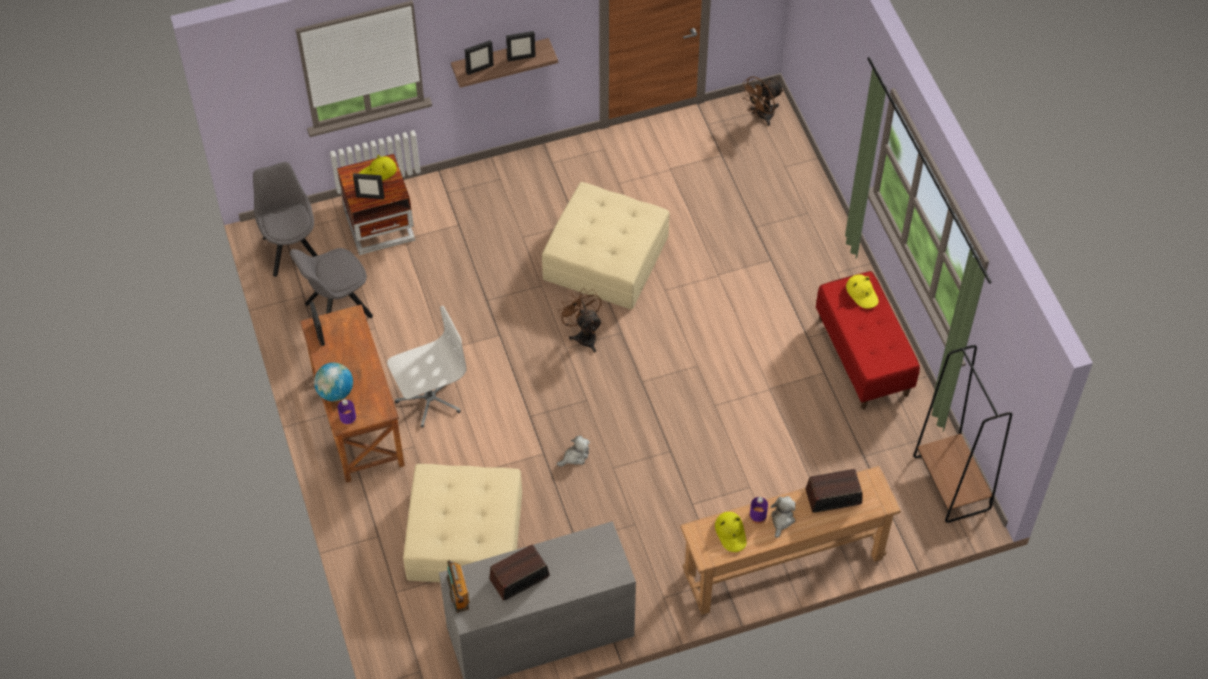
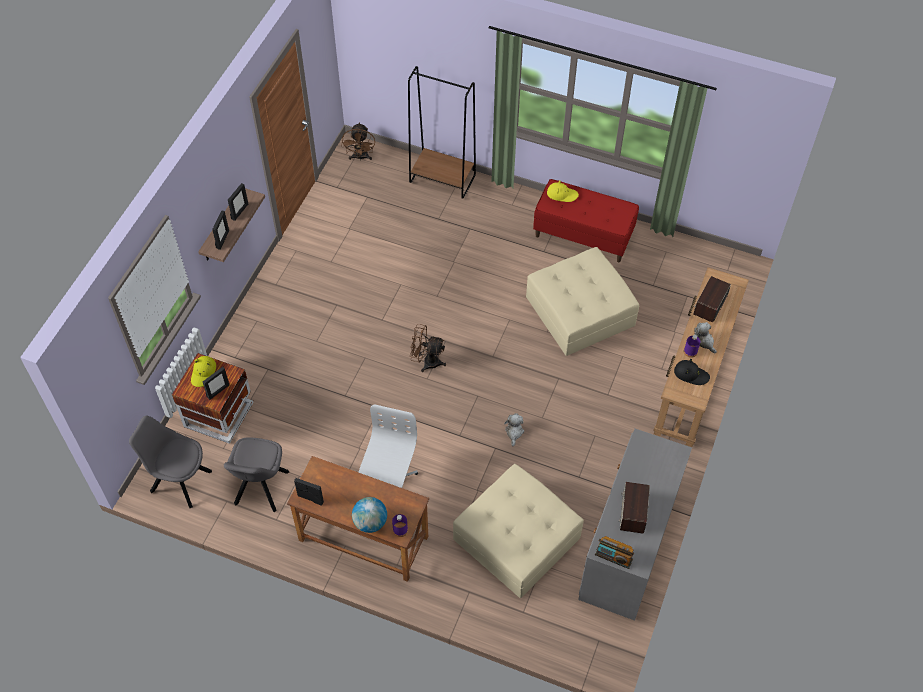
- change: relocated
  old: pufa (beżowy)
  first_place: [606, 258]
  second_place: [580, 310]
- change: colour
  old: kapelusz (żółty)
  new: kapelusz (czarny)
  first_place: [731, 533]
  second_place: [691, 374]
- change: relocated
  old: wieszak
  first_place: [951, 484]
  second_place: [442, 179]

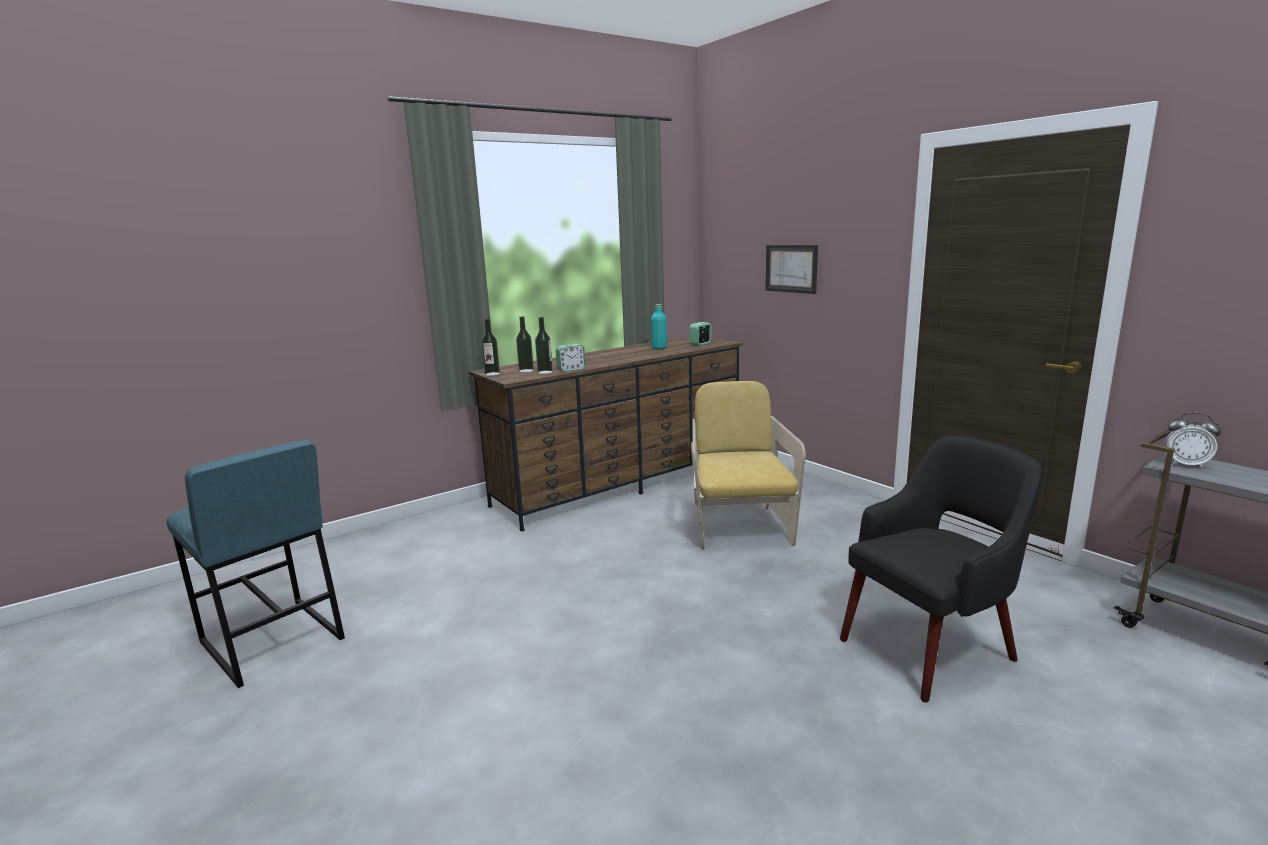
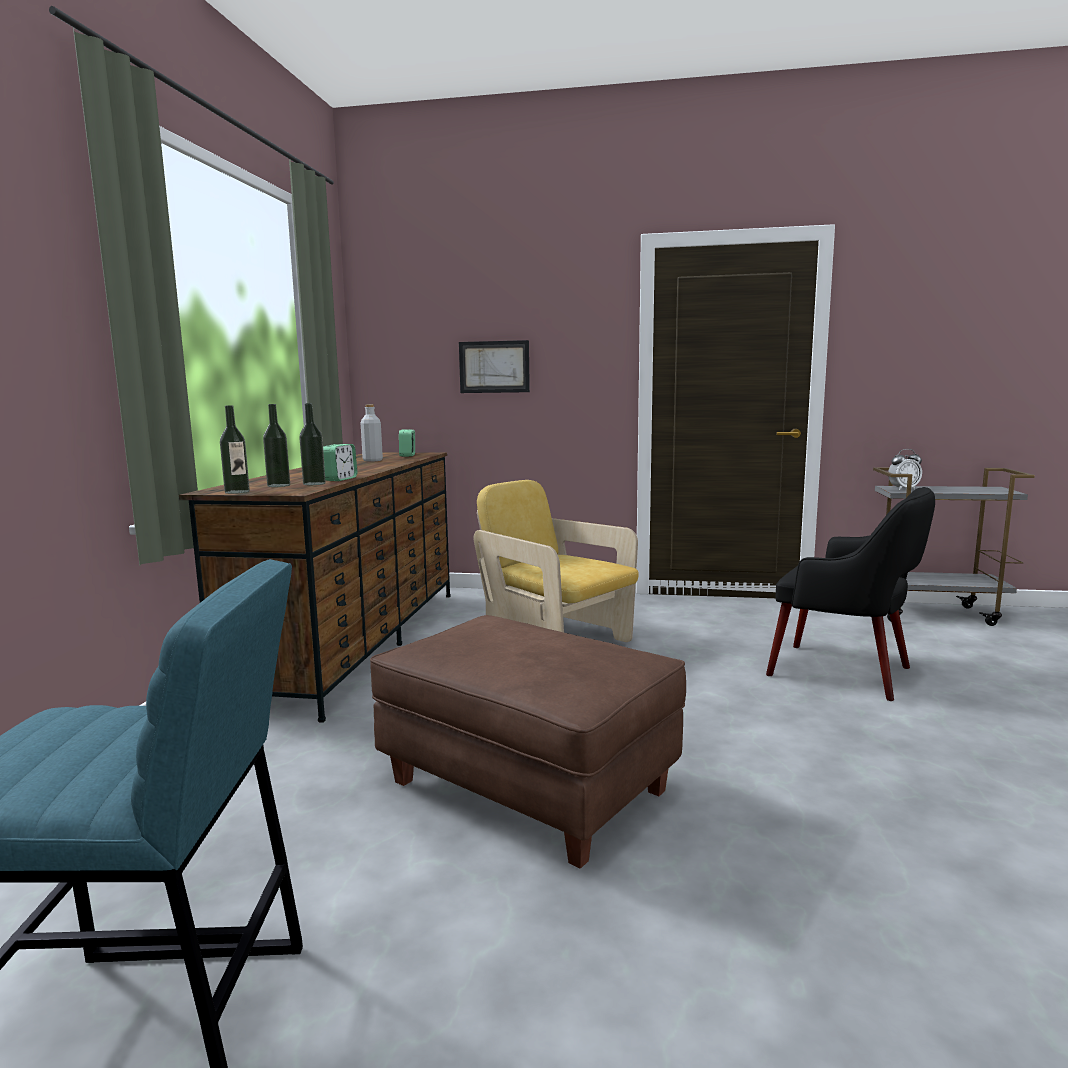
- change: colour
  old: butelka (turkusowy)
  new: butelka (szary)
  first_place: [659, 348]
  second_place: [372, 460]
- change: spun
  old: fotel (czarny)
  first_place: [930, 648]
  second_place: [843, 672]
  degrees: 105
- change: appeared
  new: pufa (brązowy)
  second_place: [527, 788]

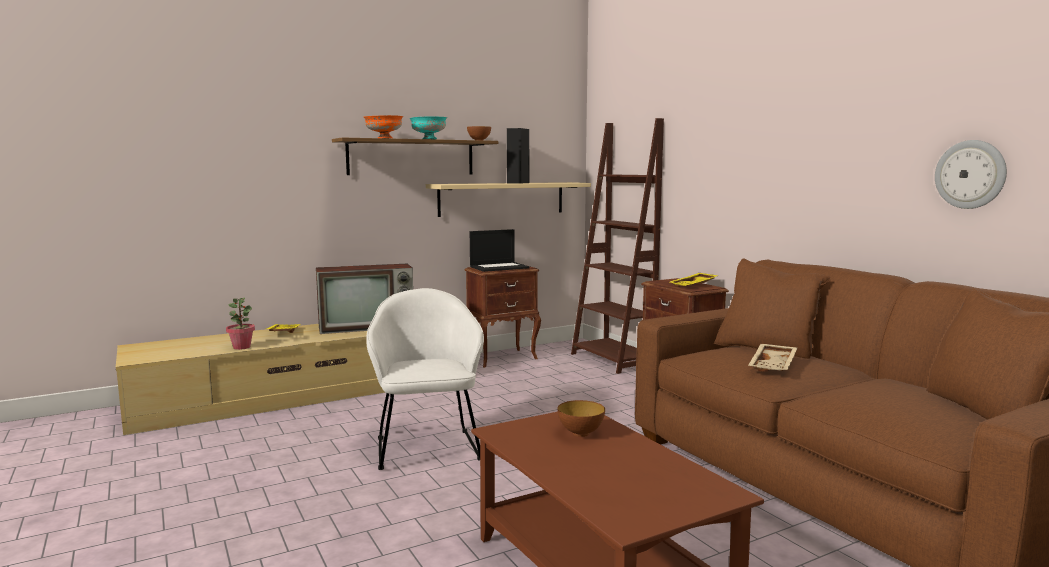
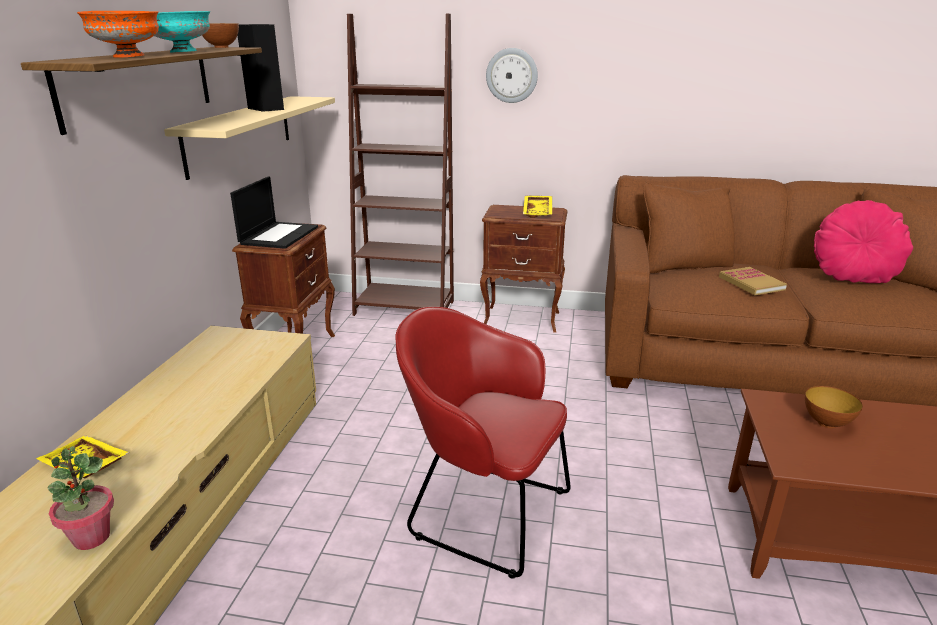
- change: missing
  old: telewizor
  first_place: [368, 326]
- change: colour
  old: fotel (biały)
  new: fotel (czerwony)
  first_place: [427, 445]
  second_place: [483, 511]
- change: exchanged
  old: taca (beżowy)
  new: książka
  first_place: [774, 365]
  second_place: [751, 283]
- change: relocated
  old: zegar ścienny
  first_place: [970, 174]
  second_place: [511, 75]
- change: appeared
  new: poduszka (różowy)
  second_place: [852, 279]

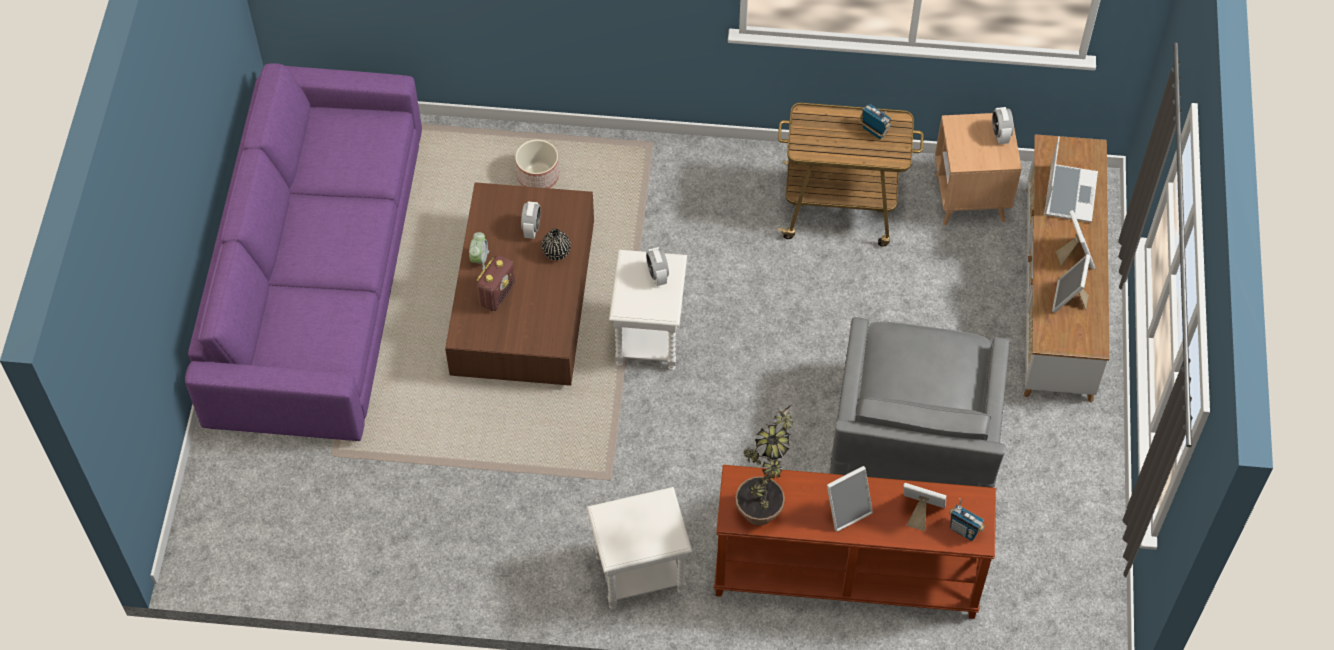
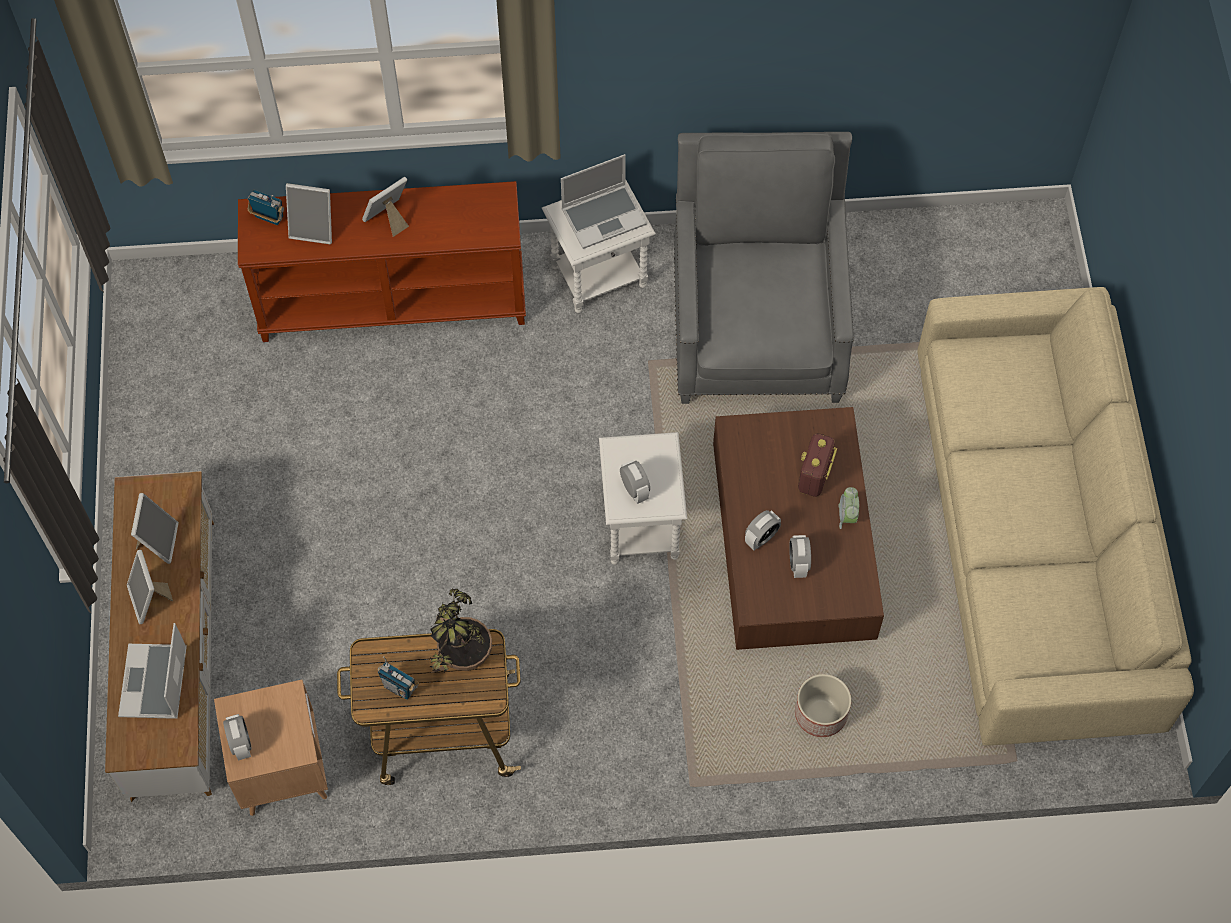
- change: colour
  old: kanapa (fioletowy)
  new: kanapa (beżowy)
  first_place: [318, 277]
  second_place: [1035, 537]
- change: exchanged
  old: wazon (czarny)
  new: budzik
  first_place: [556, 252]
  second_place: [761, 538]
- change: relocated
  old: roślina doniczkowa
  first_place: [763, 503]
  second_place: [462, 667]
- change: relocated
  old: fotel (szary)
  first_place: [911, 448]
  second_place: [757, 323]
- change: appeared
  new: laptop
  second_place: [604, 216]

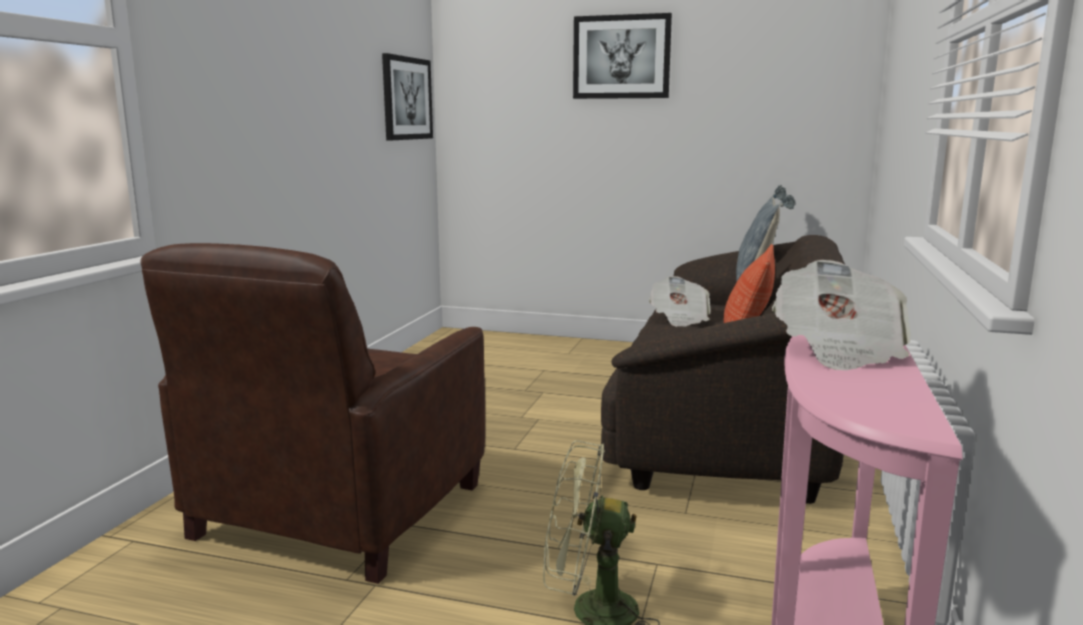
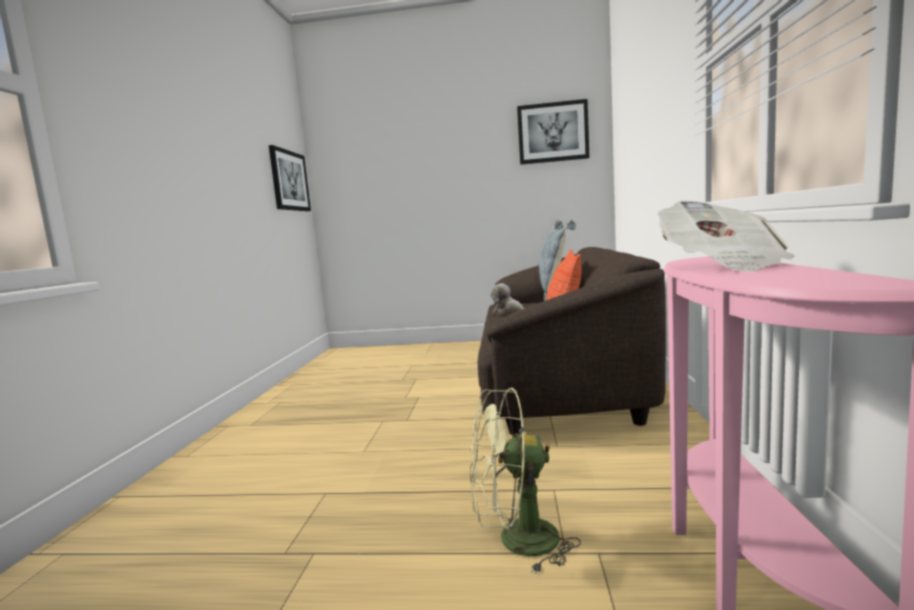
- change: missing
  old: fotel (brązowy)
  first_place: [338, 512]
- change: relocated
  old: obraz
  first_place: [621, 57]
  second_place: [553, 132]
- change: exchanged
  old: gazeta
  new: pluszak
  first_place: [679, 319]
  second_place: [509, 312]

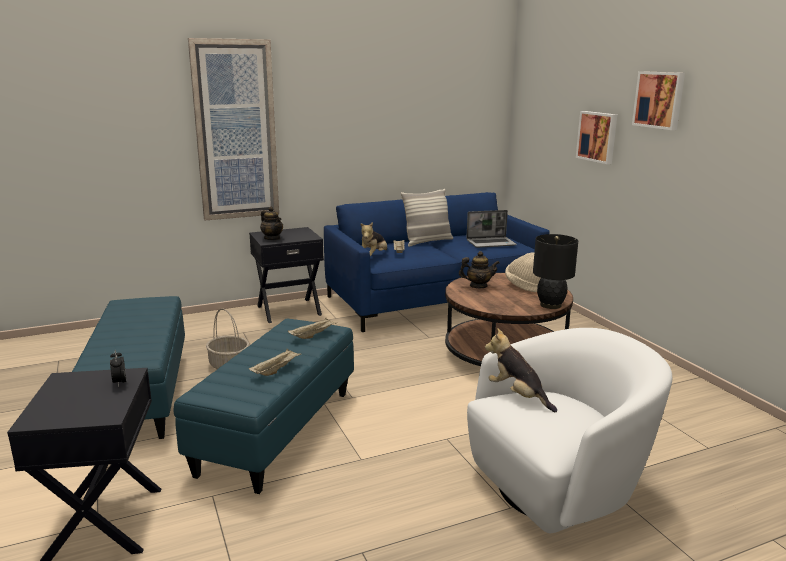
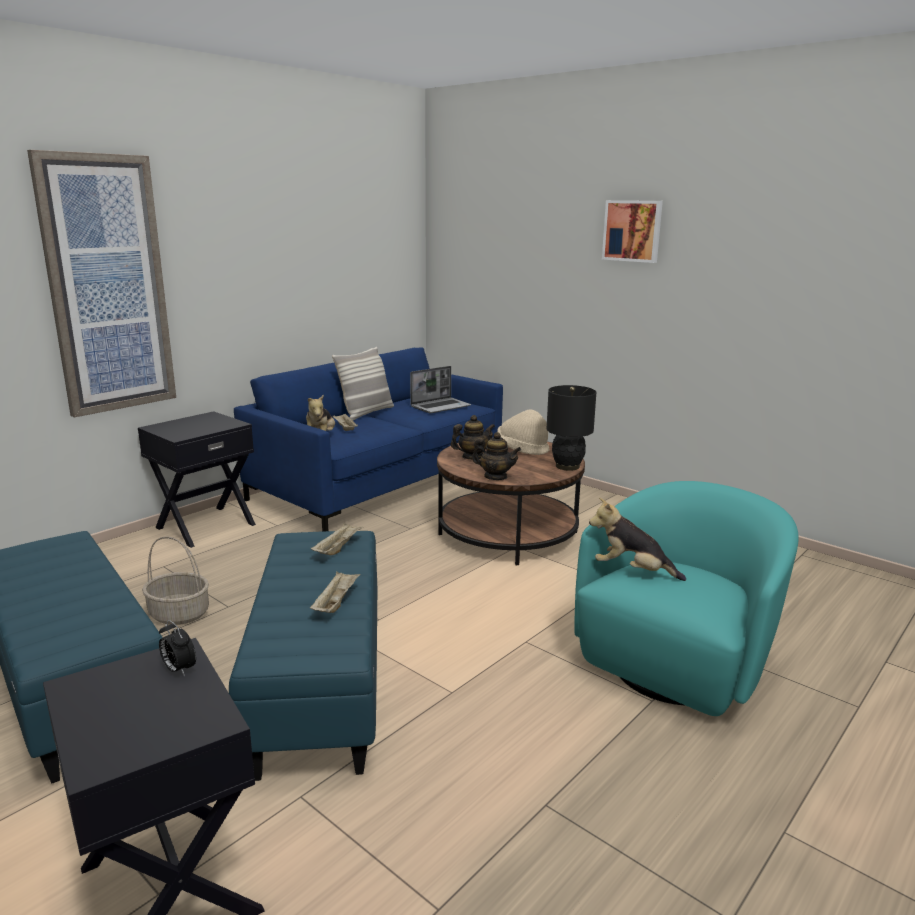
- change: relocated
  old: imbryk
  first_place: [272, 238]
  second_place: [495, 477]
- change: colour
  old: fotel (biały)
  new: fotel (turkusowy)
  first_place: [559, 486]
  second_place: [678, 663]
- change: missing
  old: obraz
  first_place: [598, 136]

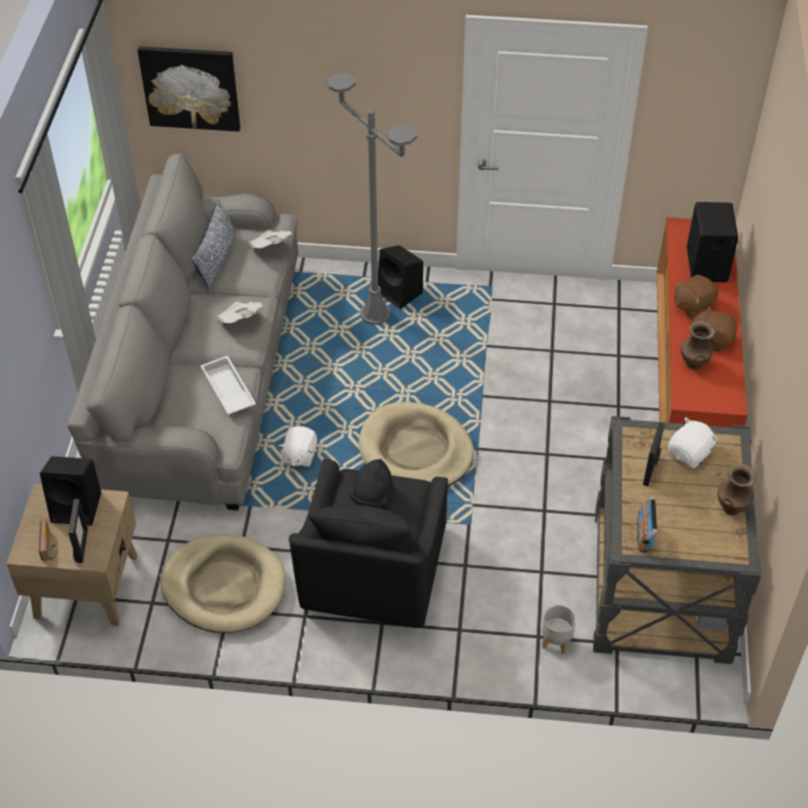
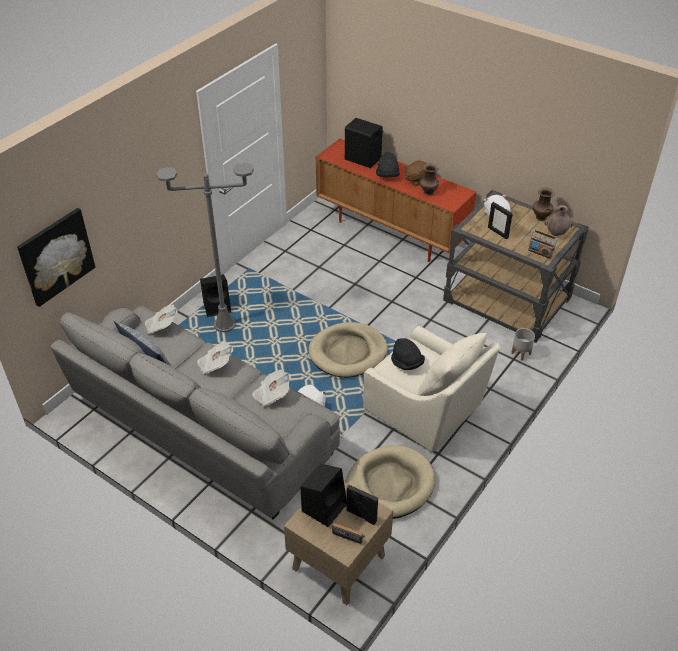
- change: exchanged
  old: taca (biały)
  new: gazeta
  first_place: [227, 390]
  second_place: [272, 394]
- change: colour
  old: fotel (czarny)
  new: fotel (beżowy)
  first_place: [372, 573]
  second_place: [425, 409]
- change: exchanged
  old: pluszak (brązowy)
  new: kapelusz (czarny)
  first_place: [692, 305]
  second_place: [387, 175]
- change: appeared
  new: wazon (brązowy)
  second_place: [556, 233]

